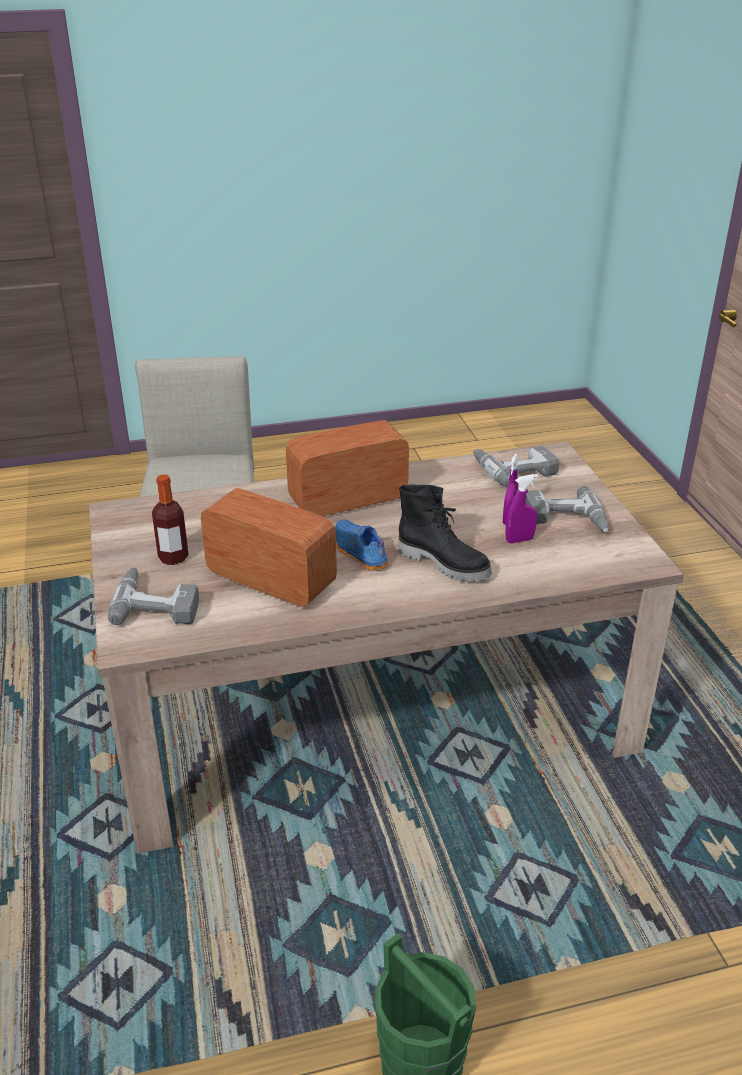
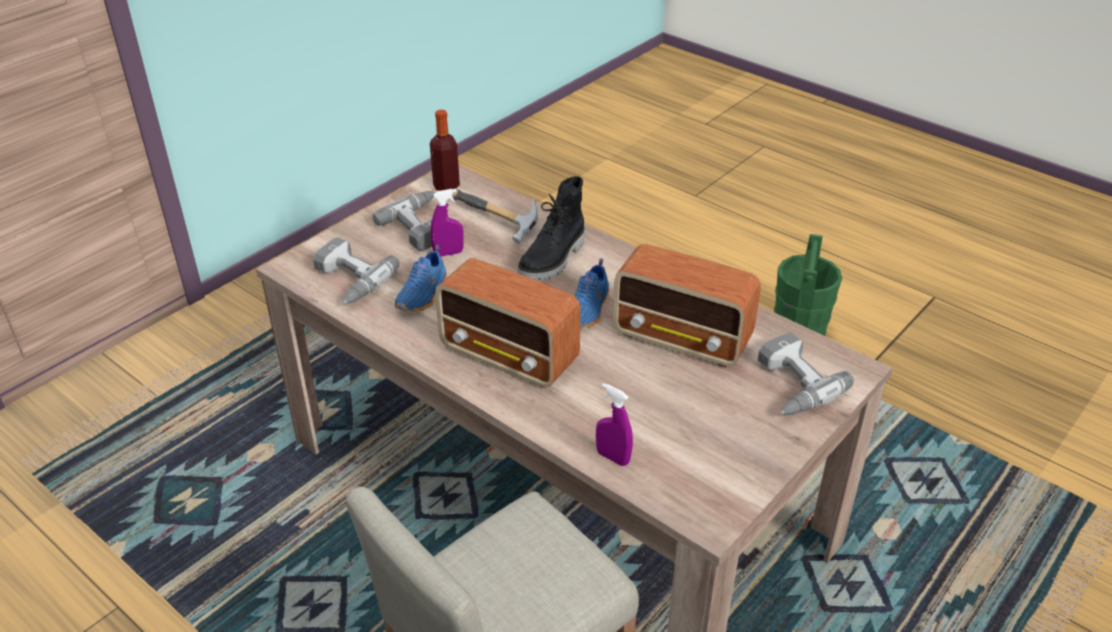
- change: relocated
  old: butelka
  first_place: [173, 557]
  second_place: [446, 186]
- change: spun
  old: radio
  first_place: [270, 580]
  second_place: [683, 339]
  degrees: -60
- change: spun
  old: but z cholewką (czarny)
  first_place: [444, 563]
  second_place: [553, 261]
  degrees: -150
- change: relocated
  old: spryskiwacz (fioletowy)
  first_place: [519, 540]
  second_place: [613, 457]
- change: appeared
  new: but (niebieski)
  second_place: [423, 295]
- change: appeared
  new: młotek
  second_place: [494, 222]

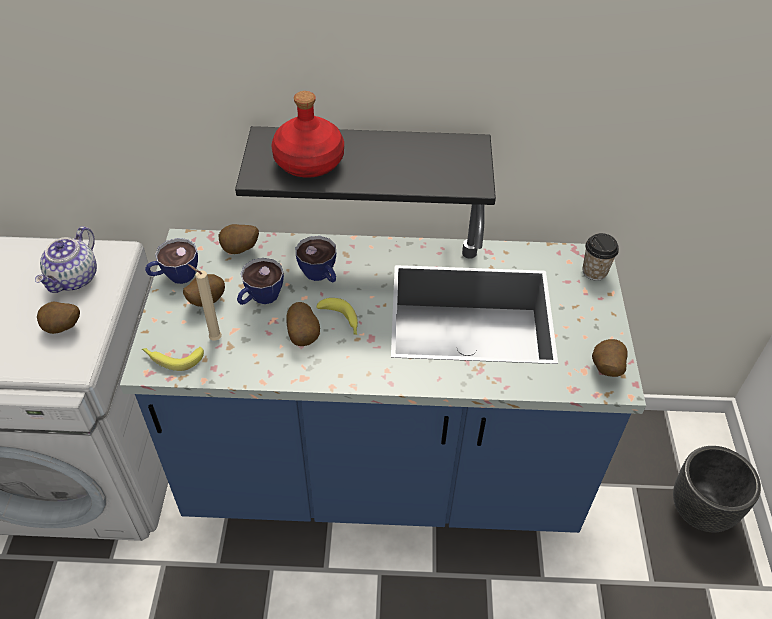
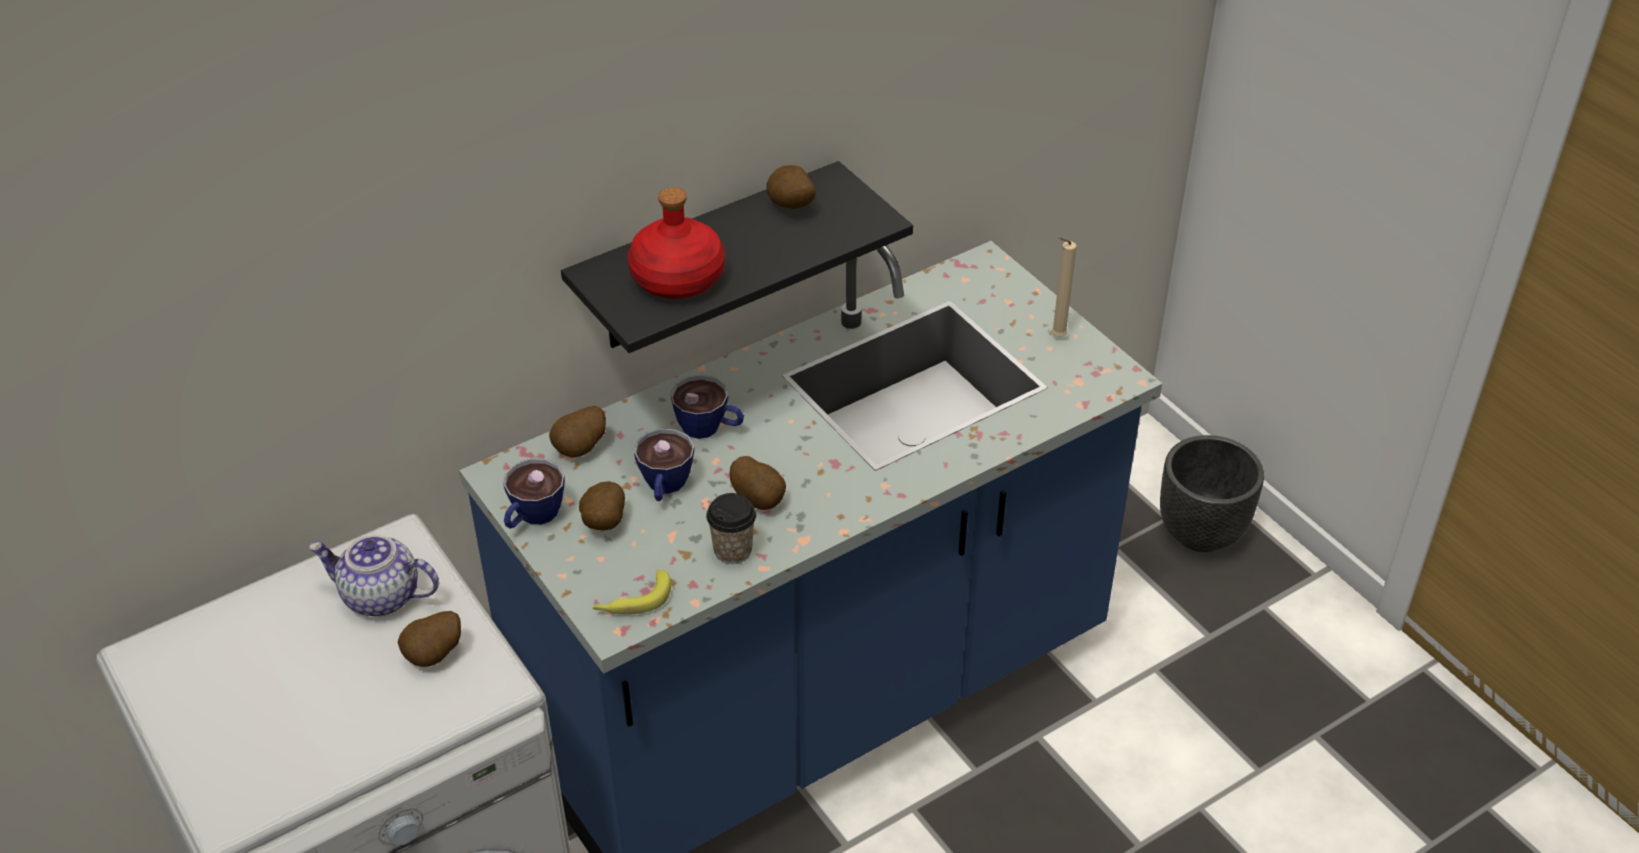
- change: spun
  old: imbryk
  first_place: [74, 279]
  second_place: [380, 597]
  degrees: 120
- change: relocated
  old: świeca (beżowy)
  first_place: [213, 338]
  second_place: [1056, 337]
- change: missing
  old: banan
  first_place: [341, 321]
- change: relocated
  old: filiżanka
  first_place: [594, 272]
  second_place: [733, 550]
- change: relocated
  old: ziemniak
  first_place: [605, 369]
  second_place: [790, 207]

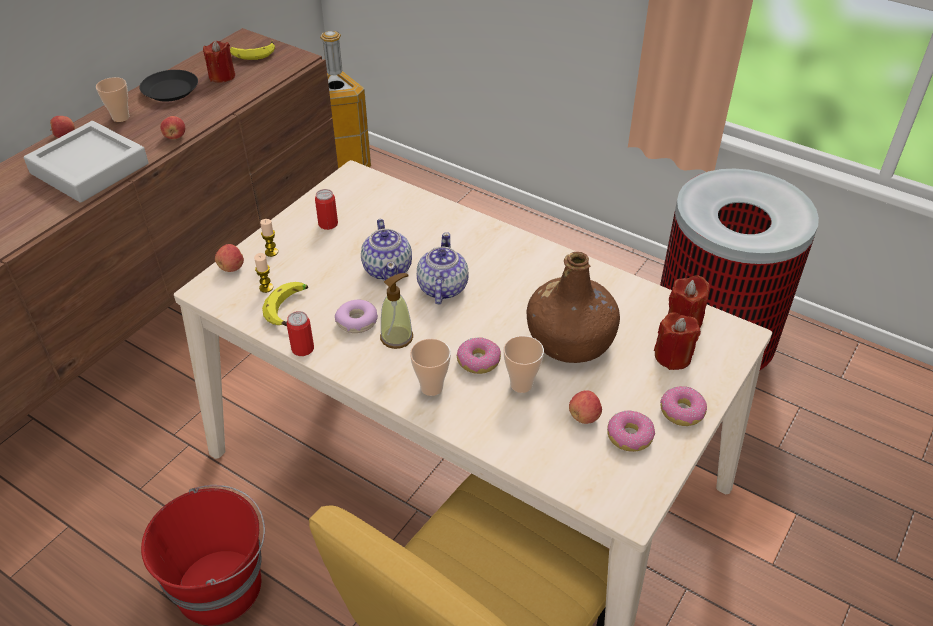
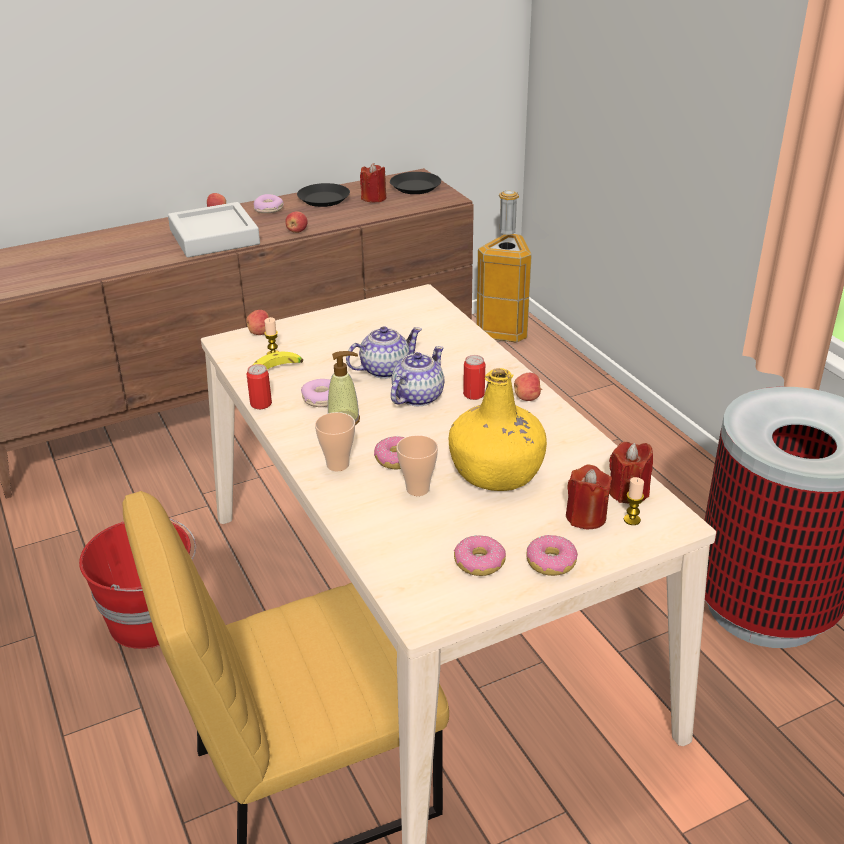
- change: exchanged
  old: filiżanka
  new: donut
  first_place: [121, 117]
  second_place: [269, 209]
- change: exchanged
  old: banan
  new: talerz (czarny)
  first_place: [253, 53]
  second_place: [415, 187]
- change: relocated
  old: świeca
  first_place: [271, 252]
  second_place: [632, 520]
- change: relocated
  old: puszka
  first_place: [328, 224]
  second_place: [473, 394]
- change: spun
  old: imbryk
  first_place: [388, 269]
  second_place: [384, 370]
  degrees: -135
- change: colour
  old: butelka (brązowy)
  new: butelka (żółty)
  first_place: [570, 339]
  second_place: [497, 471]
- change: relocated
  old: jabłko
  first_place: [584, 416]
  second_place: [527, 398]

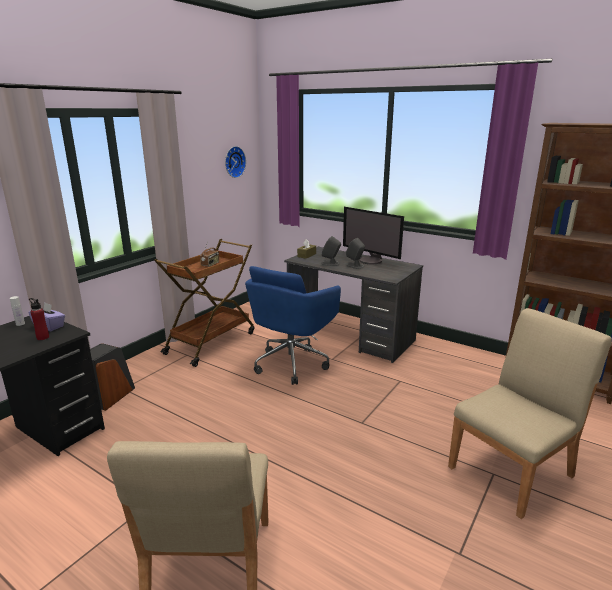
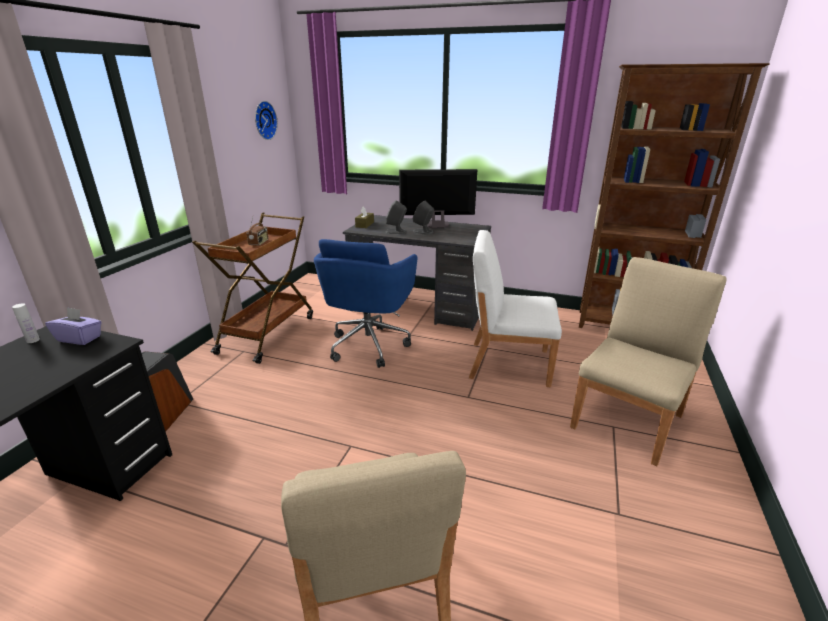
- change: missing
  old: butelka (czerwony)
  first_place: [43, 337]
- change: spun
  old: monitor
  first_place: [371, 260]
  second_place: [436, 225]
  degrees: 150
- change: appeared
  new: krzesło (biały)
  second_place: [508, 363]

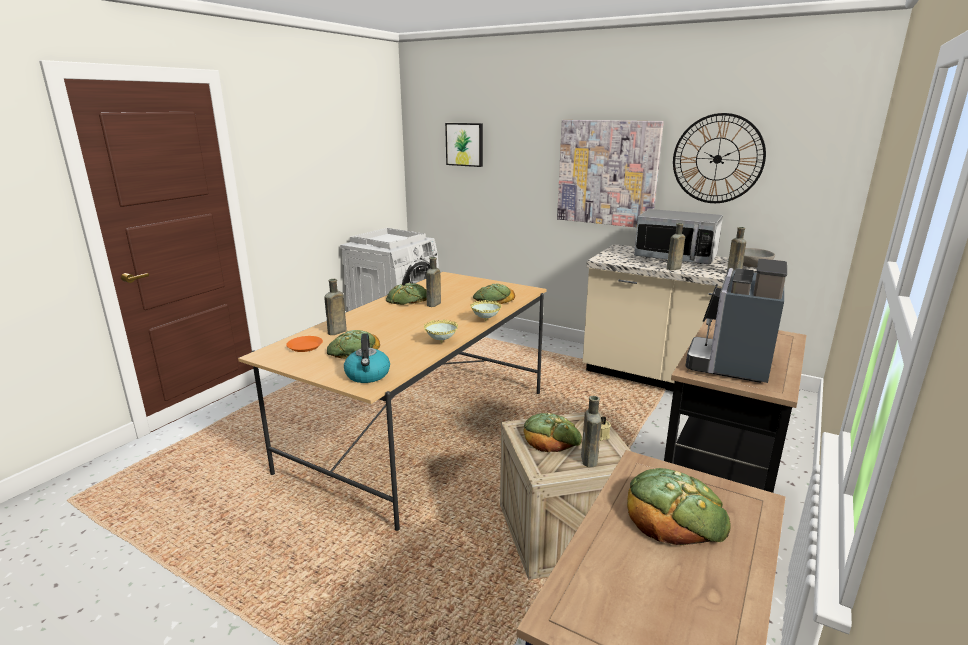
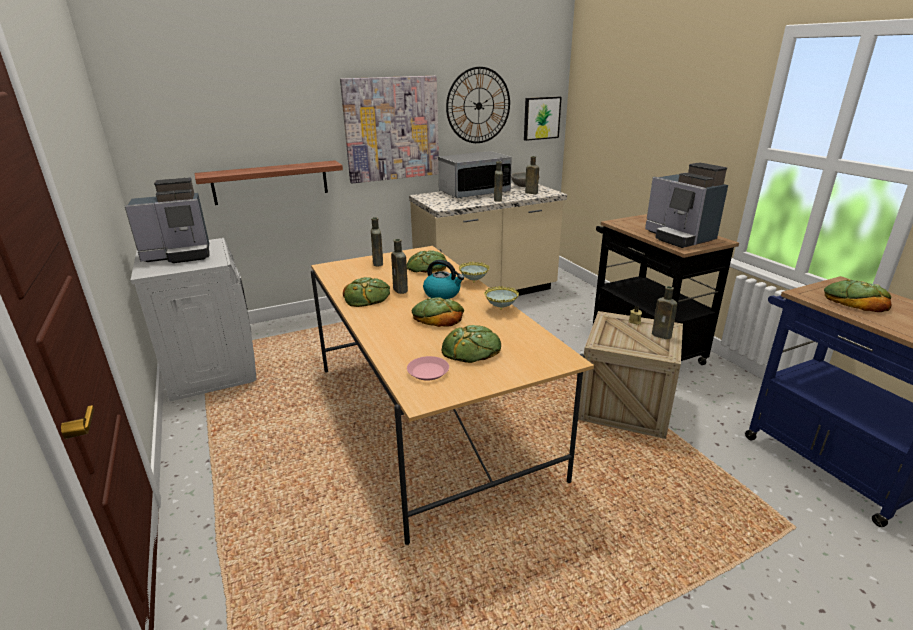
- change: colour
  old: talerz (pomarańczowy)
  new: talerz (różowy)
  first_place: [305, 346]
  second_place: [428, 372]
- change: relocated
  old: butelka (brązowy)
  first_place: [336, 332]
  second_place: [378, 263]
- change: relocated
  old: czajnik
  first_place: [368, 375]
  second_place: [443, 293]
- change: exchanged
  old: taca (biały)
  new: ekspres do kawy
  first_place: [389, 240]
  second_place: [180, 255]
- change: relocated
  old: obraz
  first_place: [465, 144]
  second_place: [541, 118]
- change: relocated
  old: chleb
  first_place: [551, 436]
  second_place: [438, 316]
- change: appeared
  new: półka
  second_place: [270, 182]

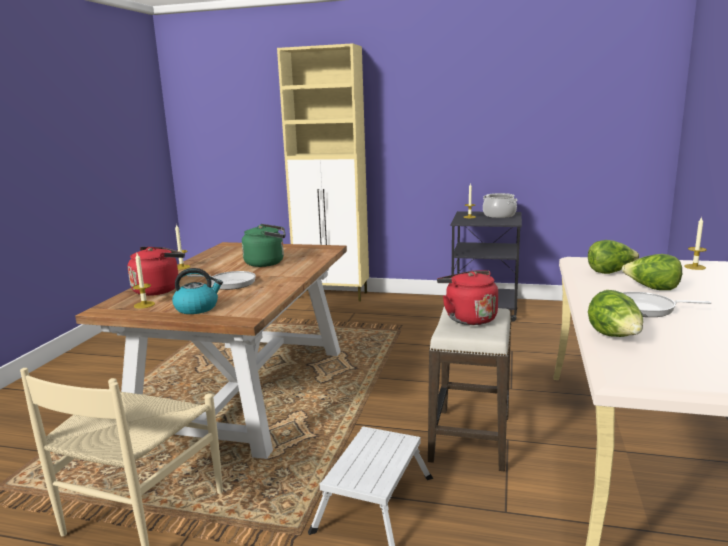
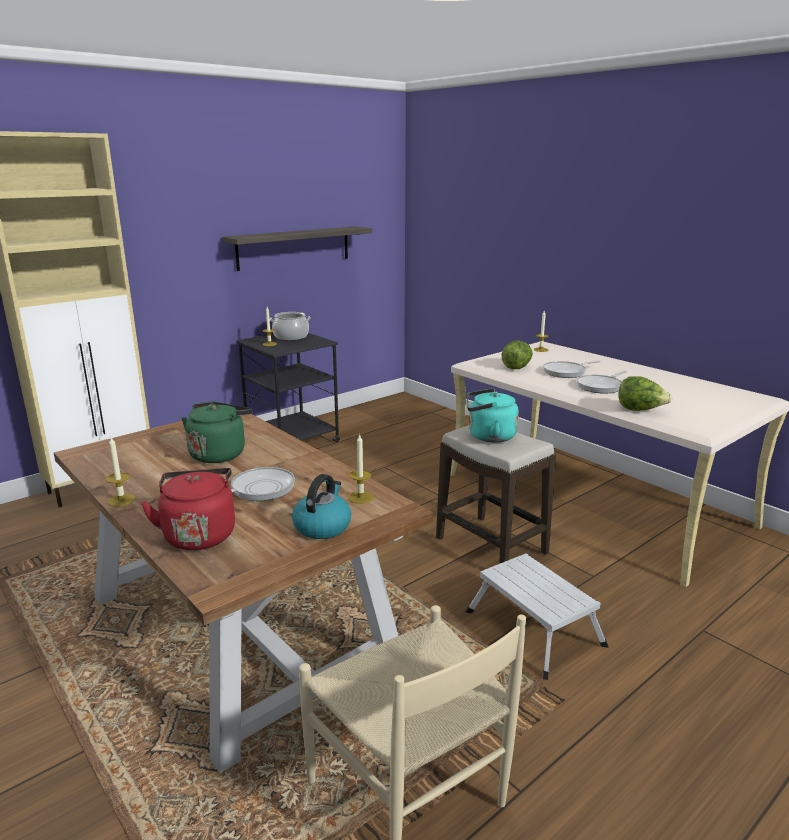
- change: relocated
  old: świeca
  first_place: [144, 305]
  second_place: [360, 497]
- change: colour
  old: czajnik (czerwony)
  new: czajnik (turkusowy)
  first_place: [468, 318]
  second_place: [488, 436]
- change: exchanged
  old: sałata
  new: patelnia
  first_place: [652, 289]
  second_place: [566, 372]
- change: appeared
  new: półka
  second_place: [294, 247]

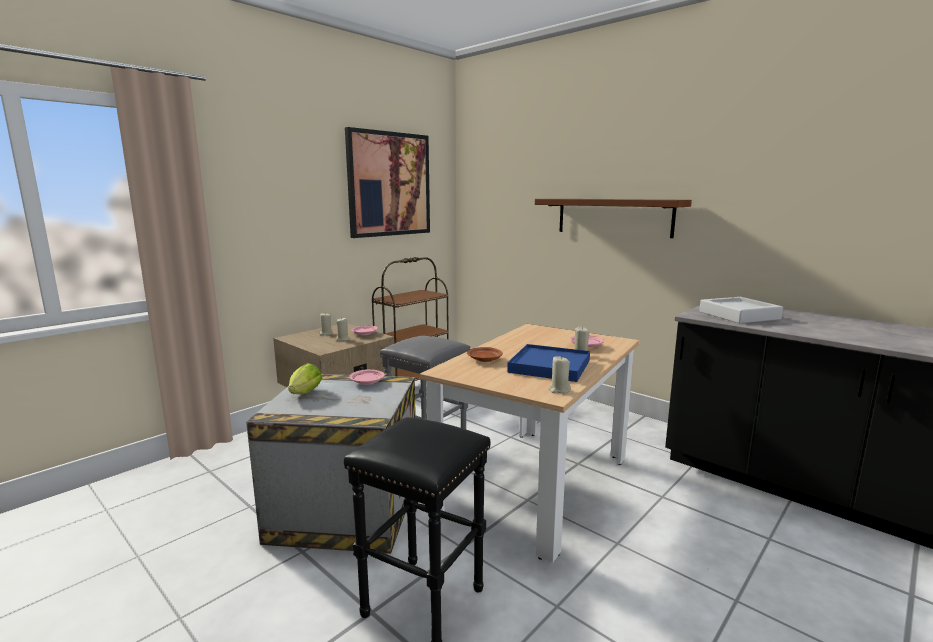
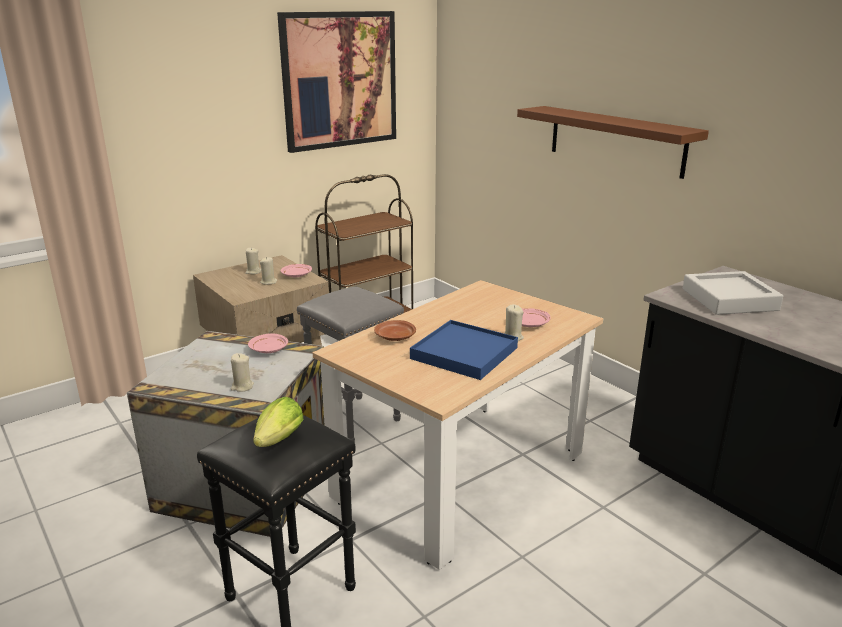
- change: relocated
  old: sałata
  first_place: [304, 394]
  second_place: [277, 442]
- change: relocated
  old: świeca (beżowy)
  first_place: [559, 390]
  second_place: [242, 387]

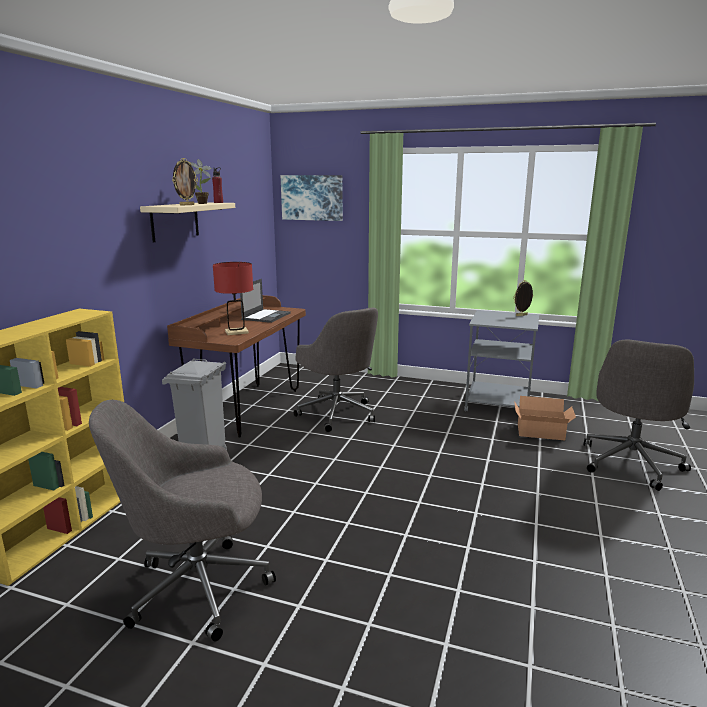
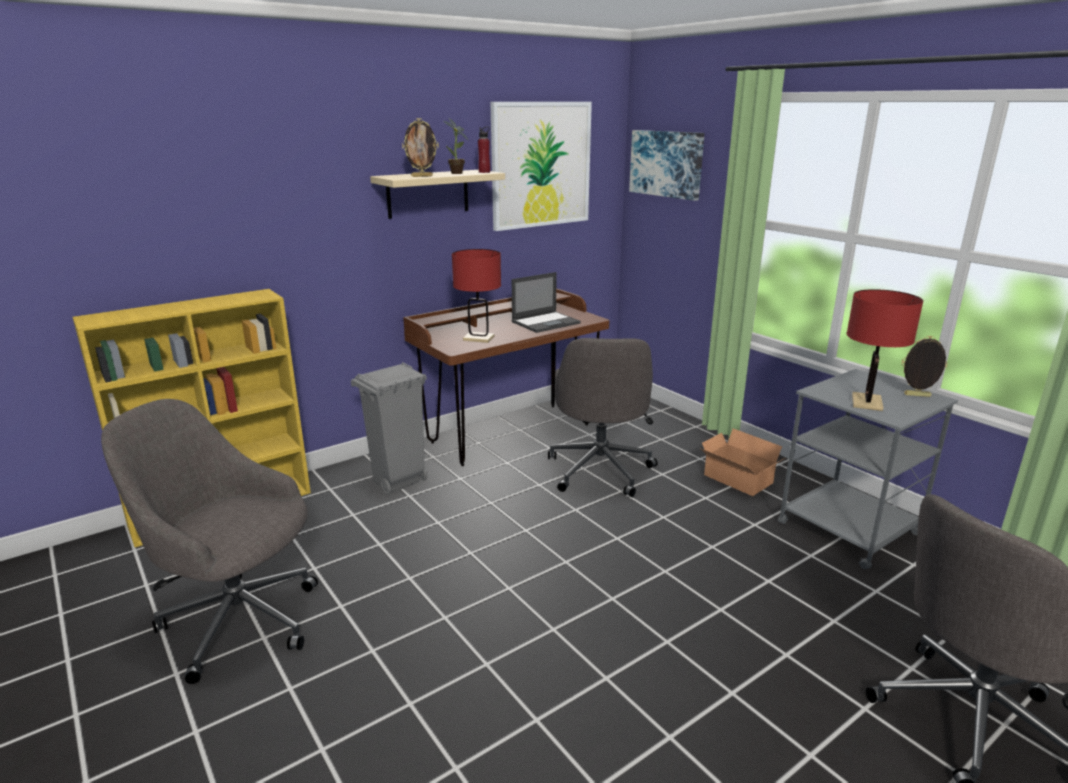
- change: relocated
  old: karton
  first_place: [542, 433]
  second_place: [738, 480]
- change: appeared
  new: obraz
  second_place: [541, 165]
- change: appeared
  new: lampa stołowa (czerwony)
  second_place: [867, 403]

